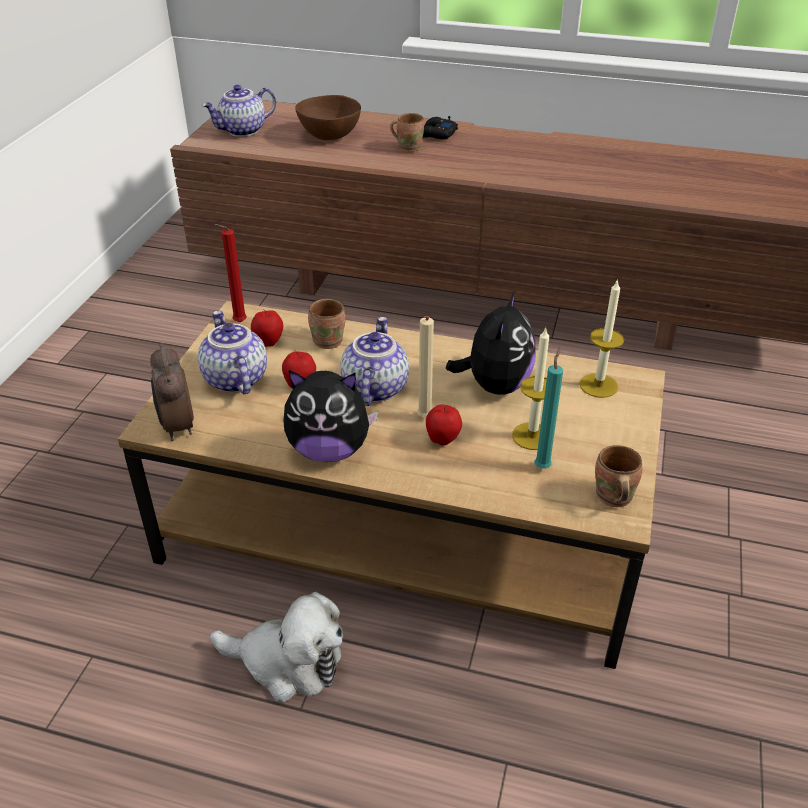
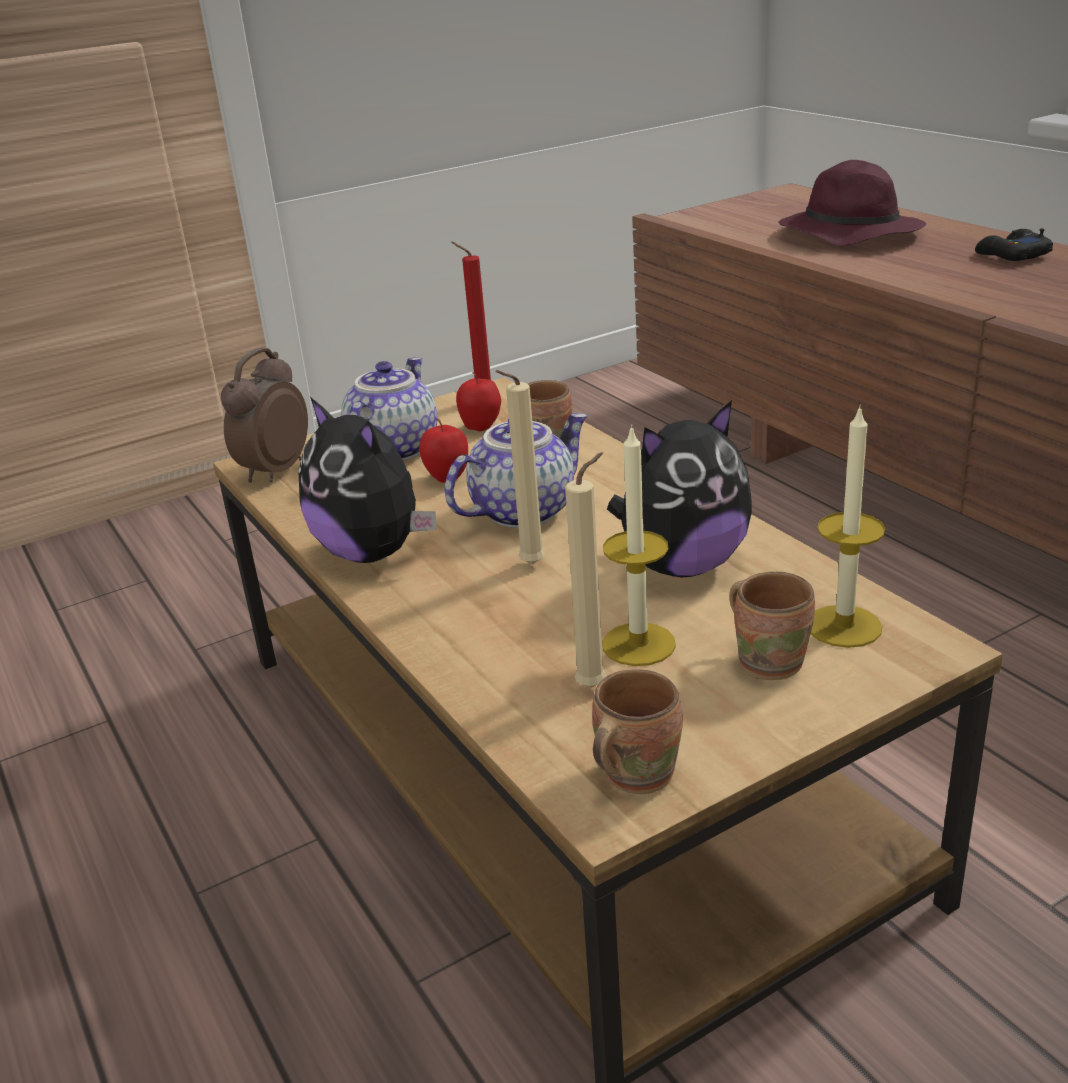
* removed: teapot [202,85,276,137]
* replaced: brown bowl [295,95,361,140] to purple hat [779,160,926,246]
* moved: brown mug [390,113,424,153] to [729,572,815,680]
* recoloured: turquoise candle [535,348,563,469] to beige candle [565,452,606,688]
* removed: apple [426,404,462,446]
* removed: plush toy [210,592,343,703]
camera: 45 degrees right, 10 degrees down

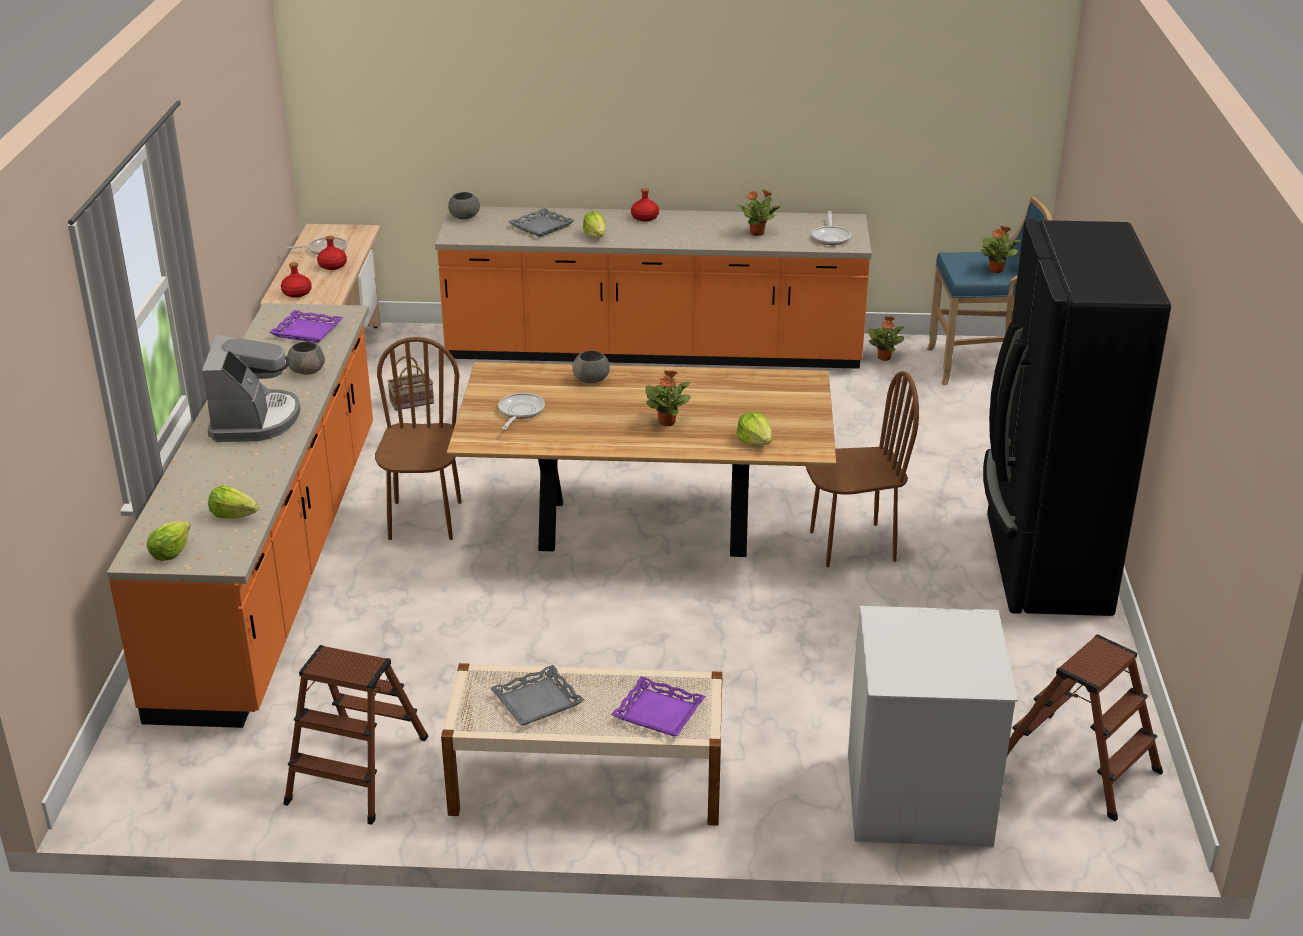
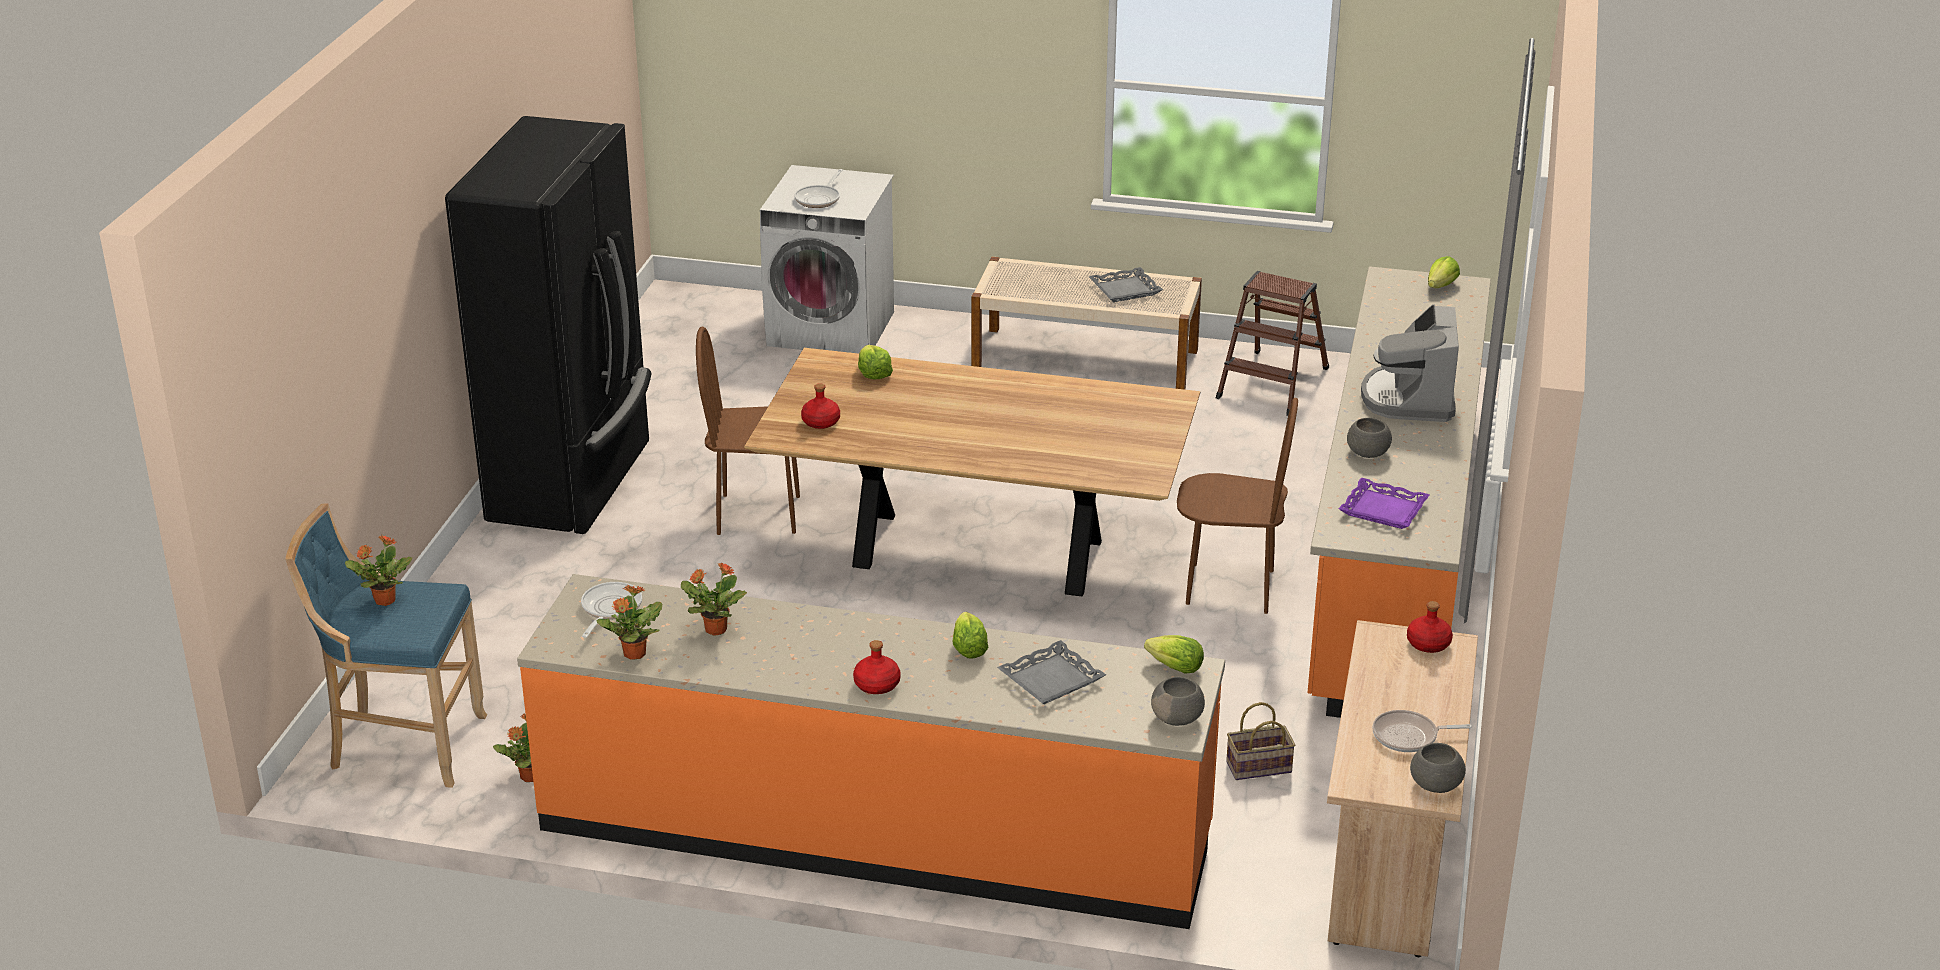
* moved: red bottle [317,236,347,270] to [801,383,840,429]
* turned: brown chair [375,337,462,540] = [1177,398,1298,614] 90 degrees counterclockwise
* moved: grey bowl [572,351,610,383] to [1410,743,1466,793]
* moved: potted plant [645,370,691,426] to [596,584,662,660]
* moved: frying pan [498,393,545,430] to [794,169,843,208]
* moved: lettuce [208,485,259,519] to [1144,635,1204,674]
* removed: brown step ladder [1007,634,1163,821]
* removed: purple tray [611,676,706,736]
camera: 170 degrees left, 0 degrees up

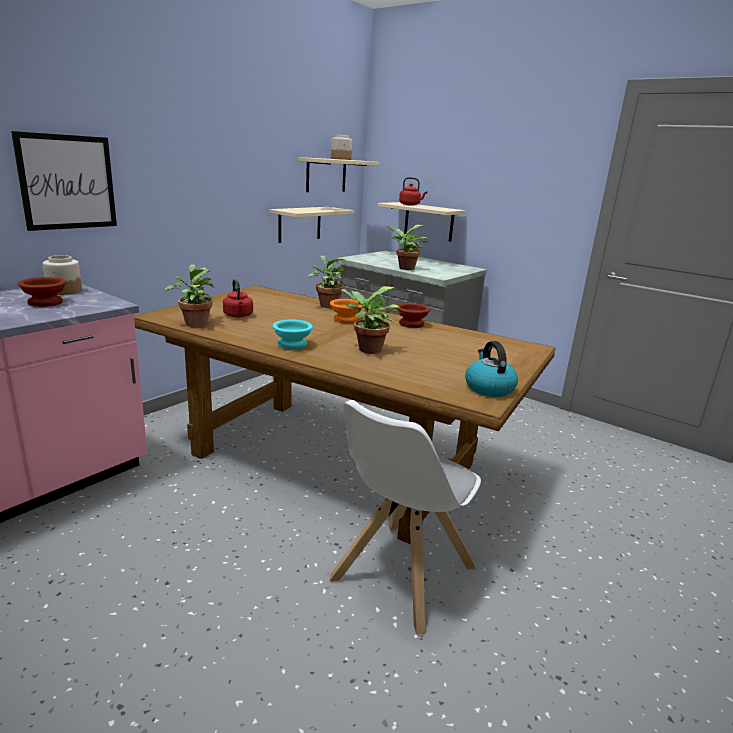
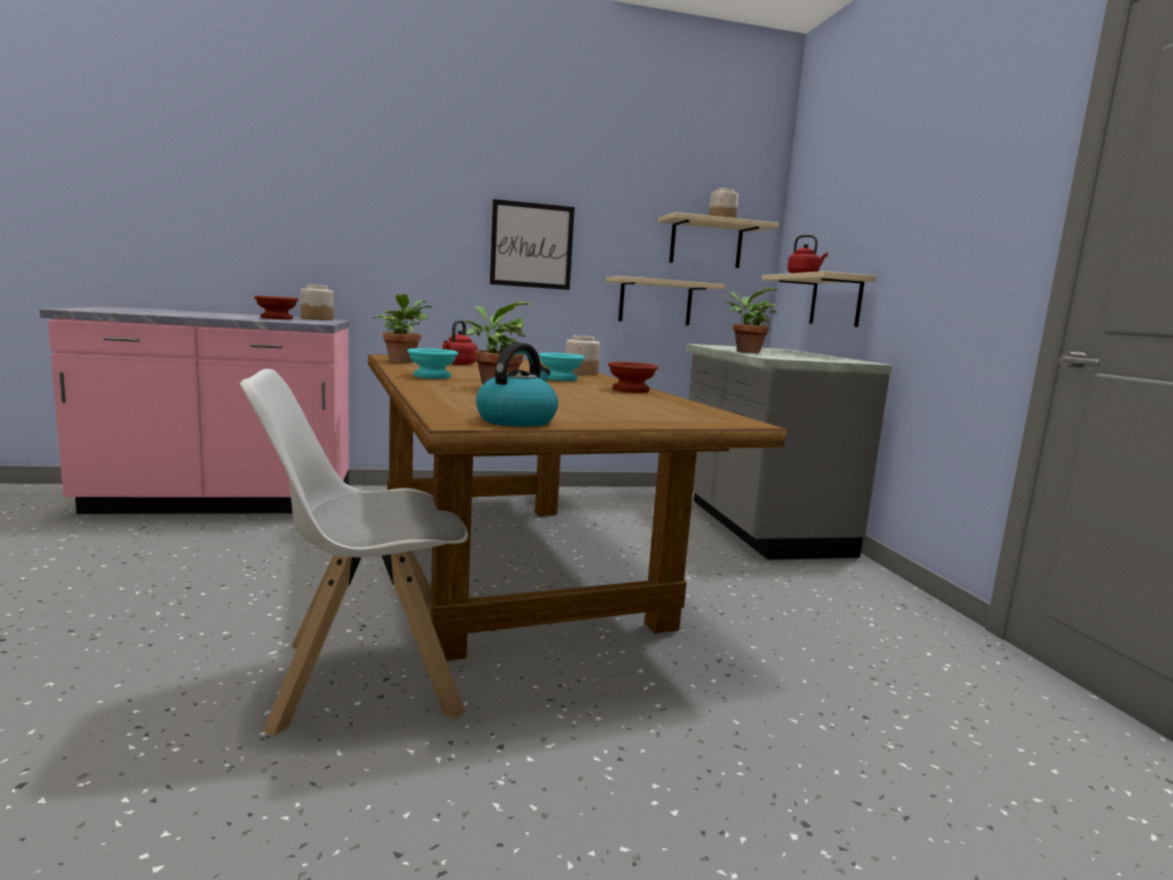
* moved: picture [11,131,117,231] to [490,199,575,290]
* replaced: potted plant [308,255,346,308] to jar [566,335,600,375]
* recoloured: orange bowl [330,299,363,324] to turquoise bowl [539,353,585,381]
camera: 40 degrees right, 10 degrees down

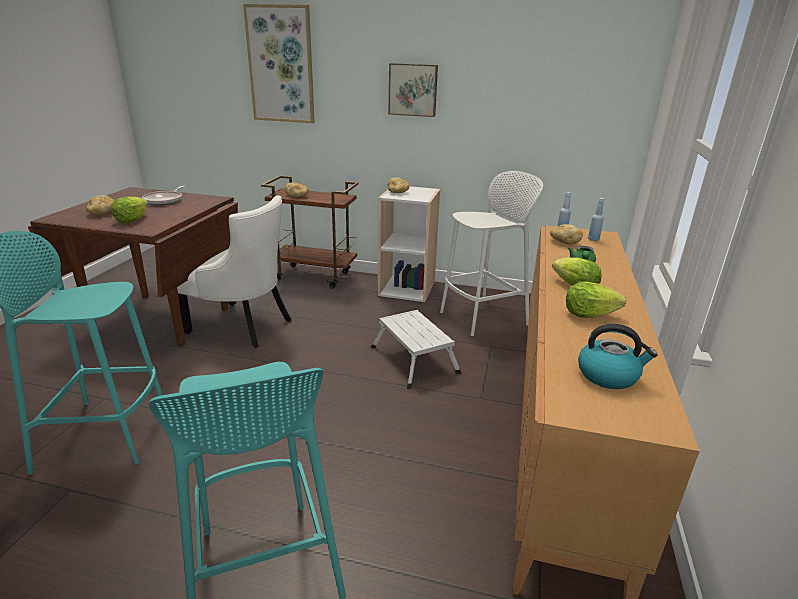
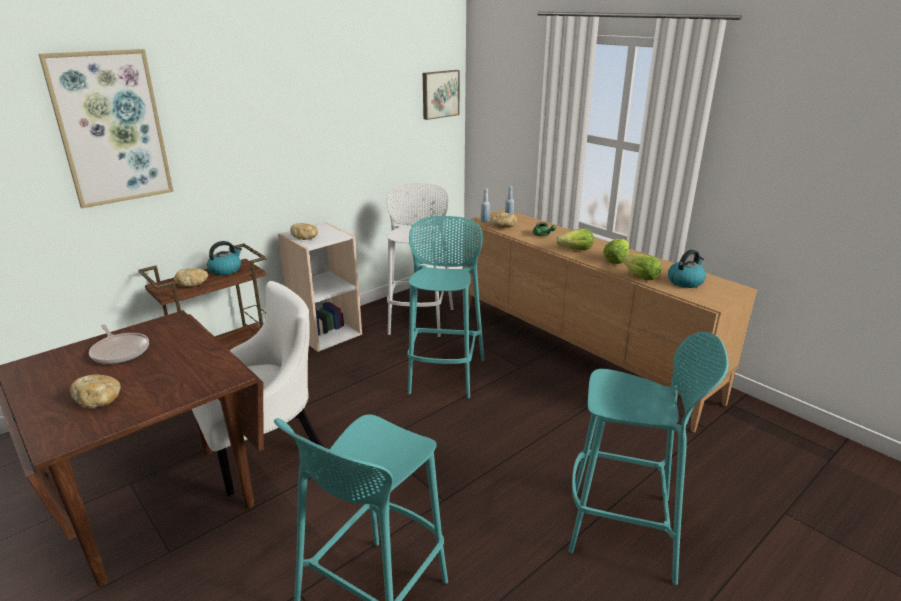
* moved: picture [388,63,438,117] to [423,70,460,120]
* moved: lettuce [111,197,149,223] to [623,254,661,280]
* replaced: white step ladder [370,310,462,389] to turquoise stool [407,216,485,398]
* added: kettle [207,241,242,276]
camera: 55 degrees left, 0 degrees up

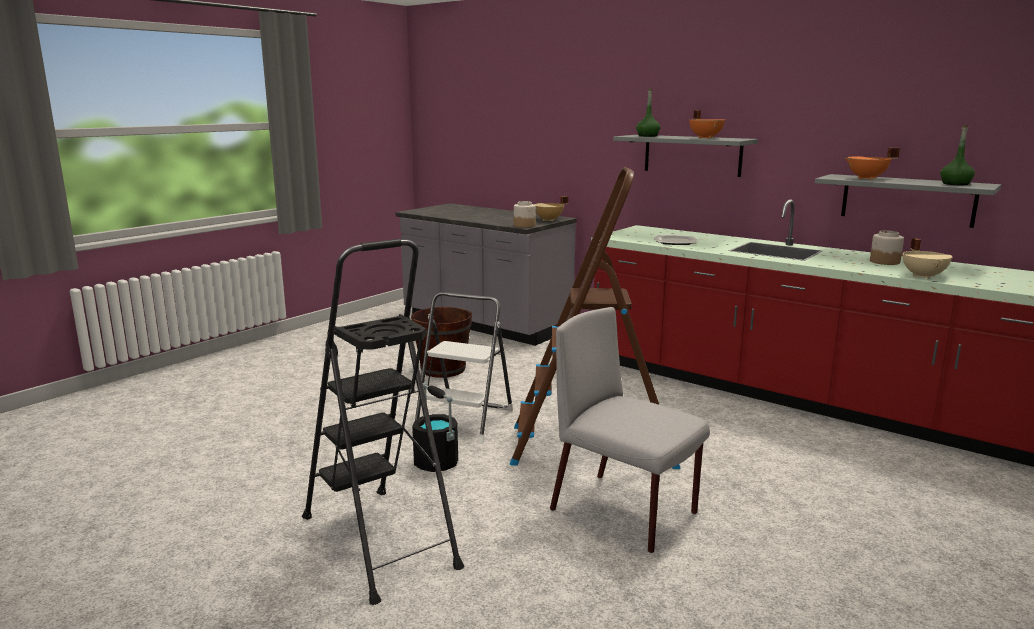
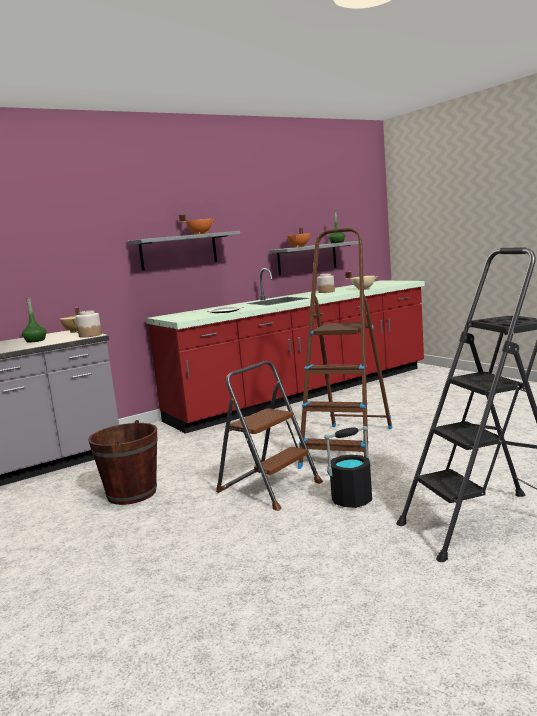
* moved: green bottle [636,89,660,137] to [22,297,46,343]
* recoloured: white step ladder [411,292,513,444] to brown step ladder [216,361,323,511]
* removed: grey chair [550,307,710,553]
camera: 70 degrees left, 5 degrees down

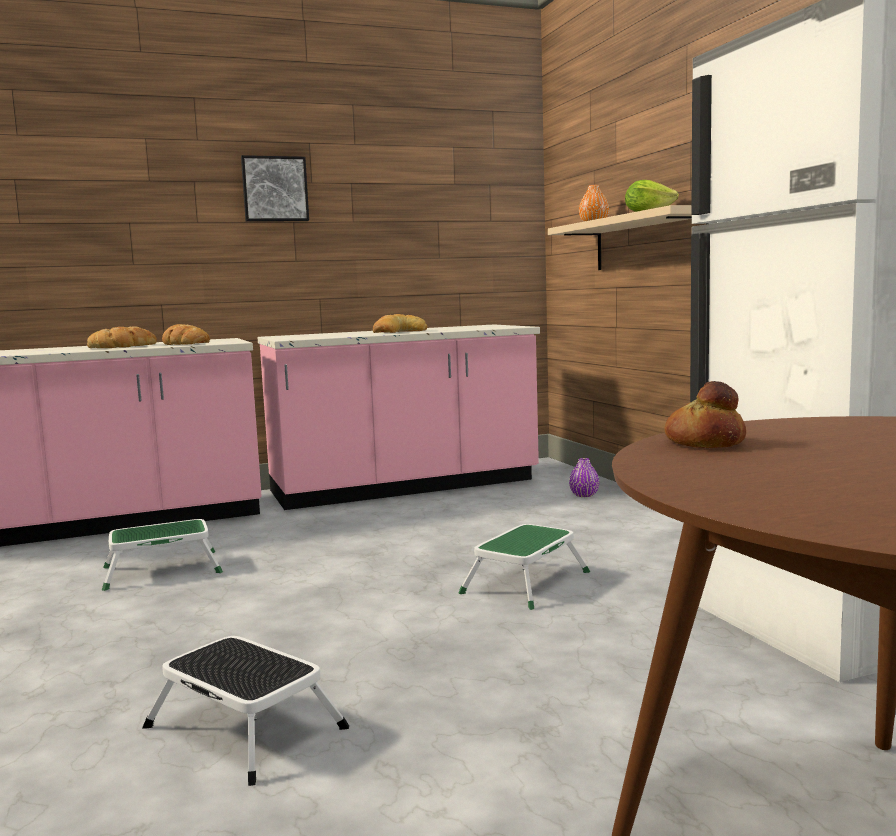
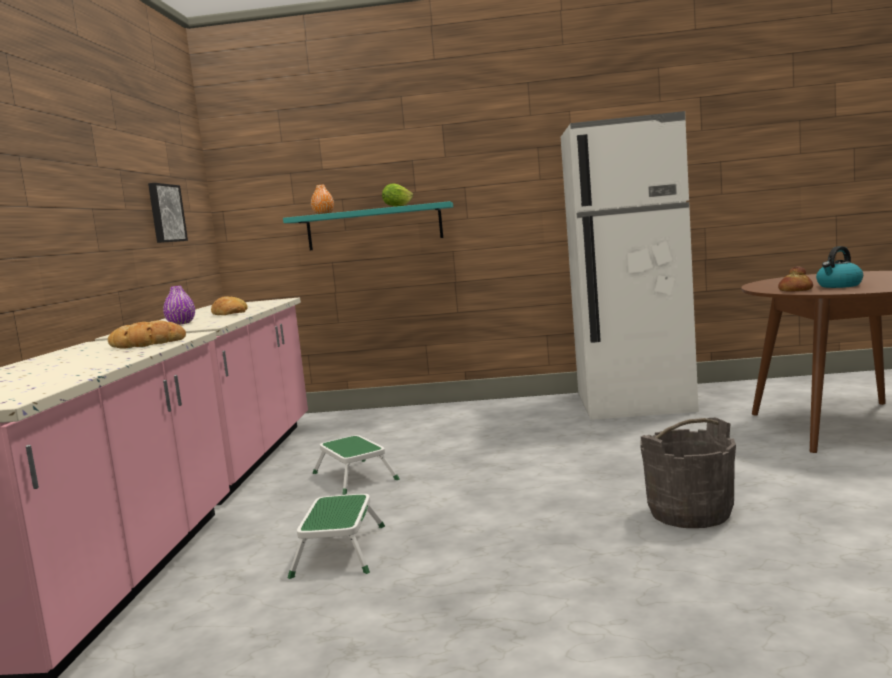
* moved: picture [241,155,309,222] to [148,183,188,243]
* recoloured: beige shelf [548,205,692,270] to turquoise shelf [283,201,453,250]
* removed: bread [87,326,157,348]
* moved: purple vase [569,458,599,497] to [163,286,195,325]
* moved: green step ladder [458,524,590,610] to [312,435,400,495]
* replaced: black step ladder [142,636,349,786] to grey bucket [640,418,736,528]
* added: kettle [816,246,863,288]
camera: 65 degrees left, 0 degrees up

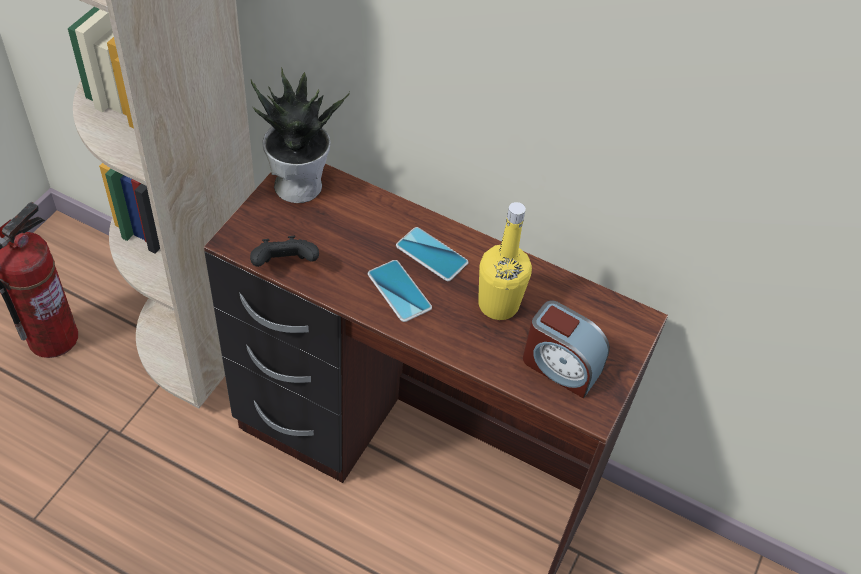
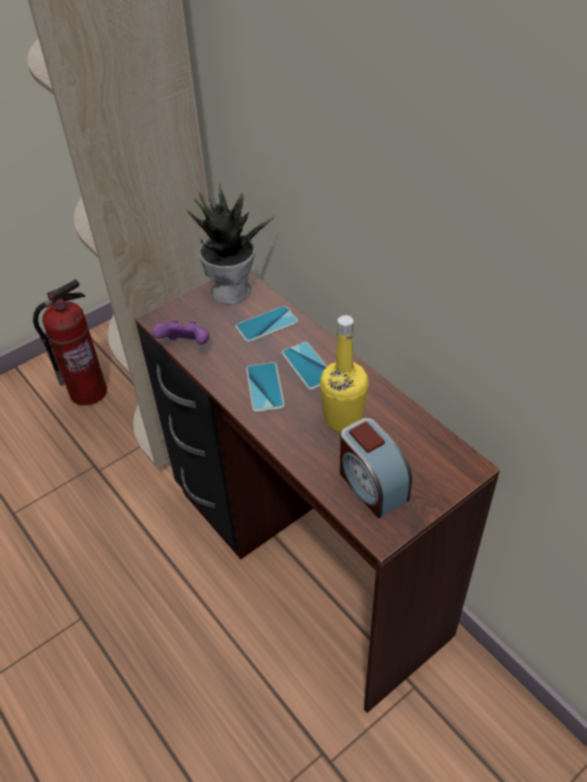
* recoloured: black game controller [250,236,319,267] to purple game controller [152,320,209,345]
* added: phone [235,306,298,342]
camera: 30 degrees right, 5 degrees down

